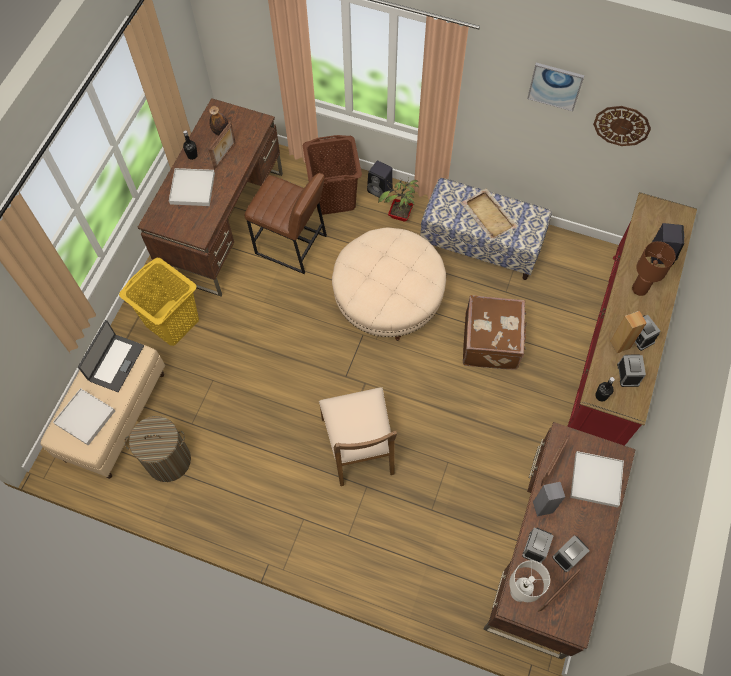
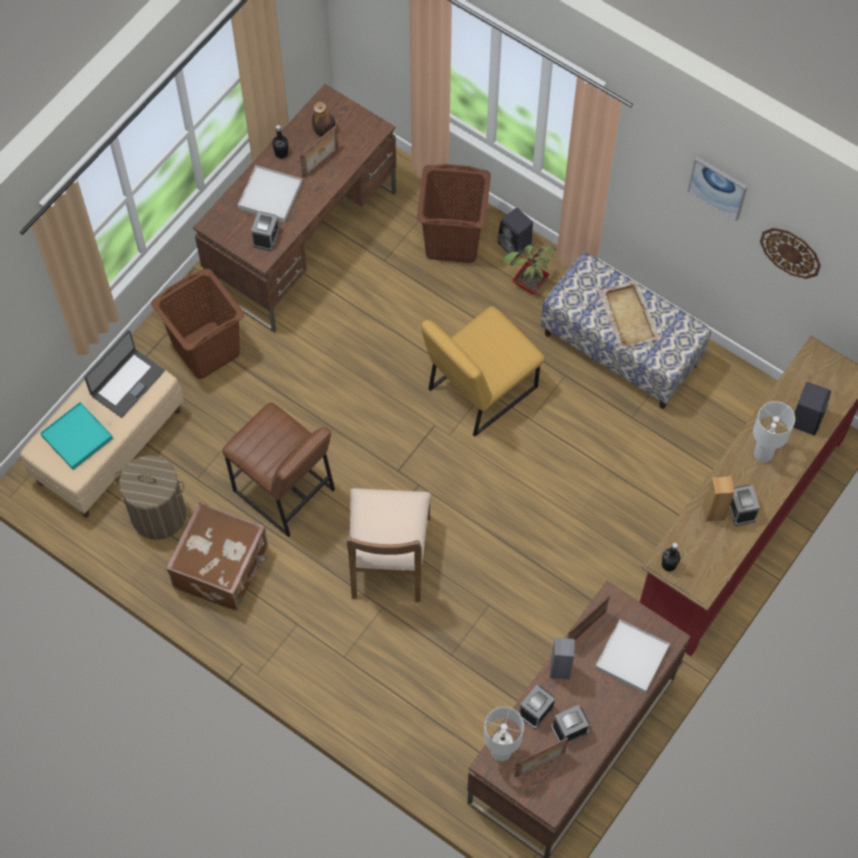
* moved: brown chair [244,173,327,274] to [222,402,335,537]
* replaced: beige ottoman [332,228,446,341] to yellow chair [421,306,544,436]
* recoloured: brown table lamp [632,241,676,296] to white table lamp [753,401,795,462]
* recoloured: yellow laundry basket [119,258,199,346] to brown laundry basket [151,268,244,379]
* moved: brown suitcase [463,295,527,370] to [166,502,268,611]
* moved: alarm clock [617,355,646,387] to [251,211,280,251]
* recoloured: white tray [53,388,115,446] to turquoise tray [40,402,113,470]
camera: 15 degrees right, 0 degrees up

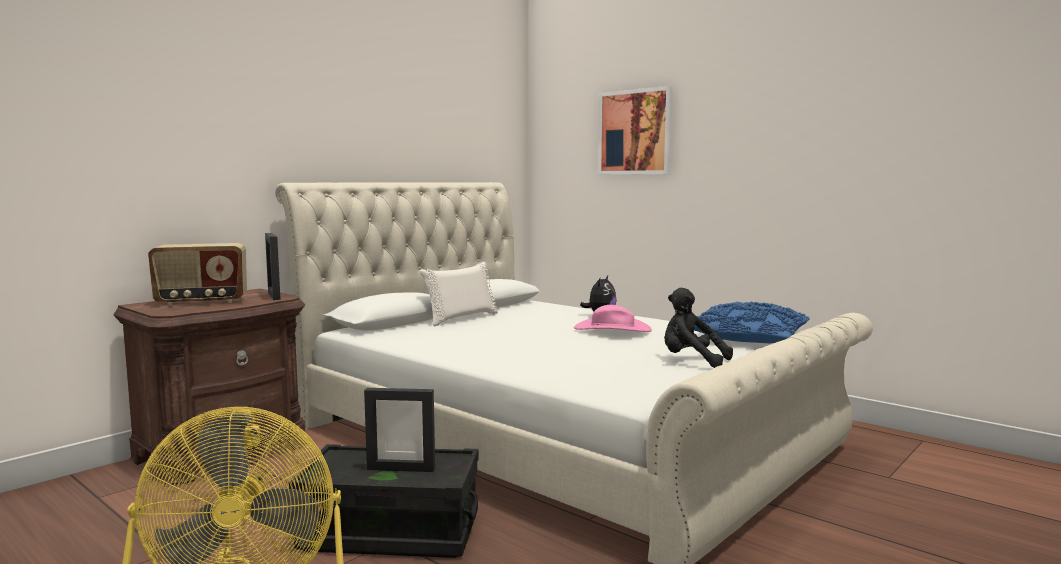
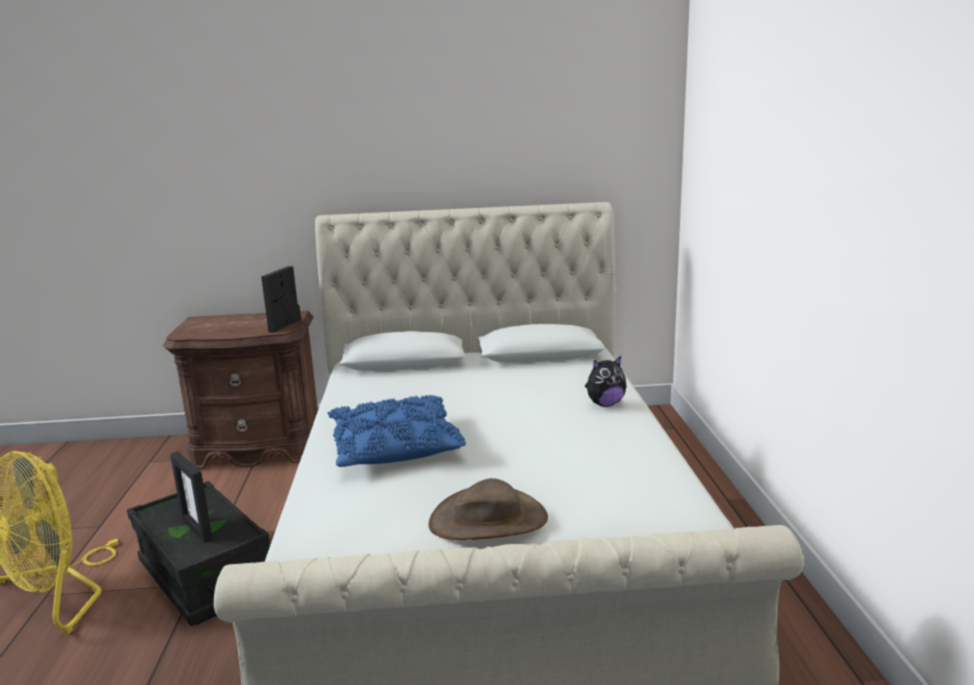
* removed: picture [598,86,673,175]
* removed: radio [148,243,247,306]
* removed: white pillow [419,262,498,326]
* replaced: black plush toy [664,288,733,368] to brown hat [428,478,548,540]
* moved: blue pillow [694,302,809,343] to [327,395,466,467]
* removed: pink hat [574,305,652,332]
camera: 45 degrees right, 10 degrees up

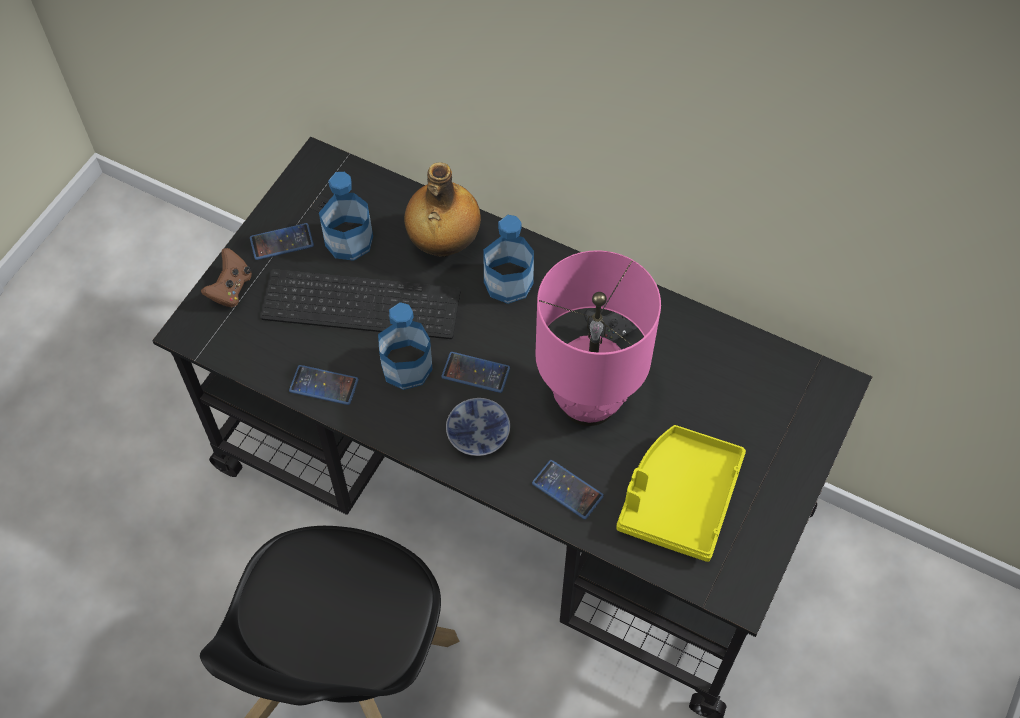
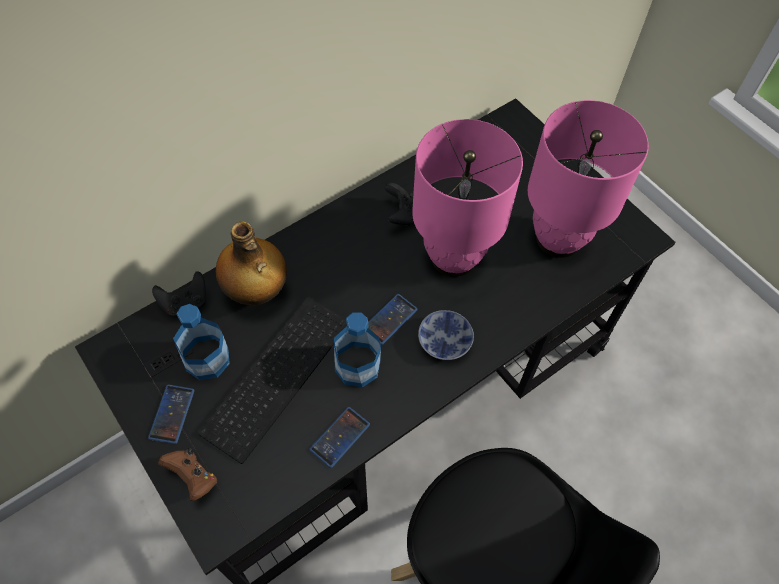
* removed: bottle [484,215,534,304]
* replaced: yellow tray [616,425,746,562] to pink table lamp [528,100,649,258]
* removed: phone [532,460,604,519]
* added: black game controller [152,271,206,317]
camera: 65 degrees left, 0 degrees up

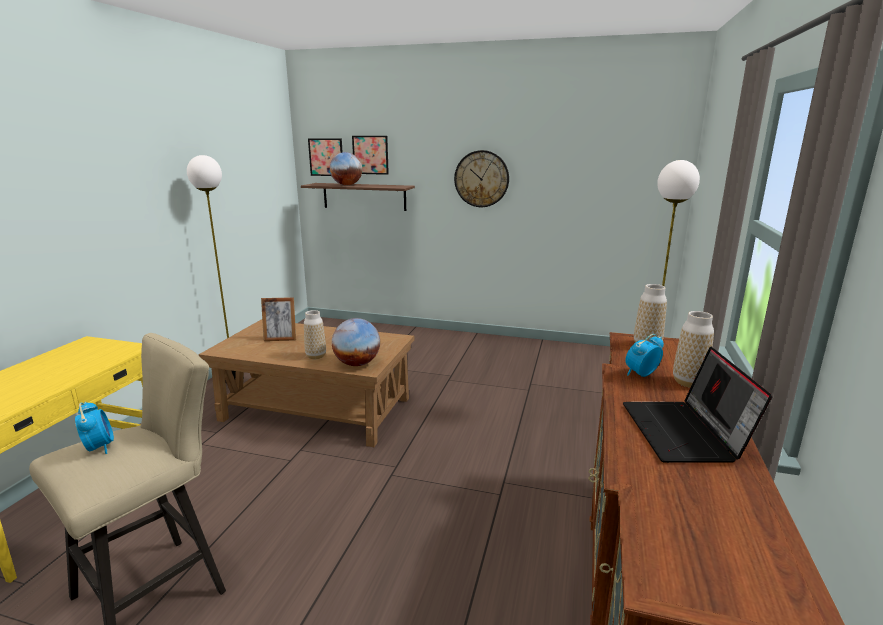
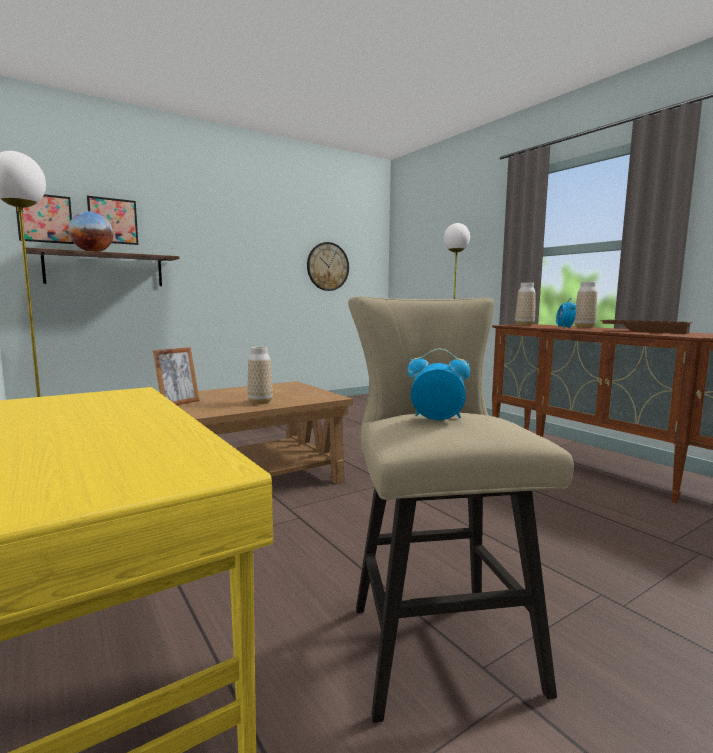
* moved: wall clock [454,150,509,207] to [307,242,349,291]
* removed: globe [332,318,380,366]
* replaced: laptop [623,346,773,463] to brown tray [601,320,693,334]
camera: 50 degrees left, 10 degrees down

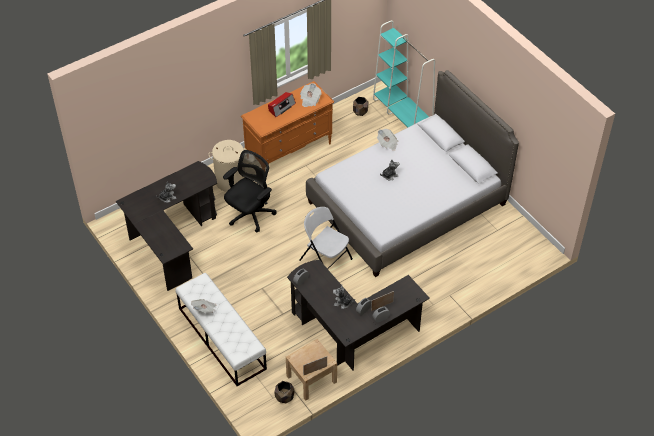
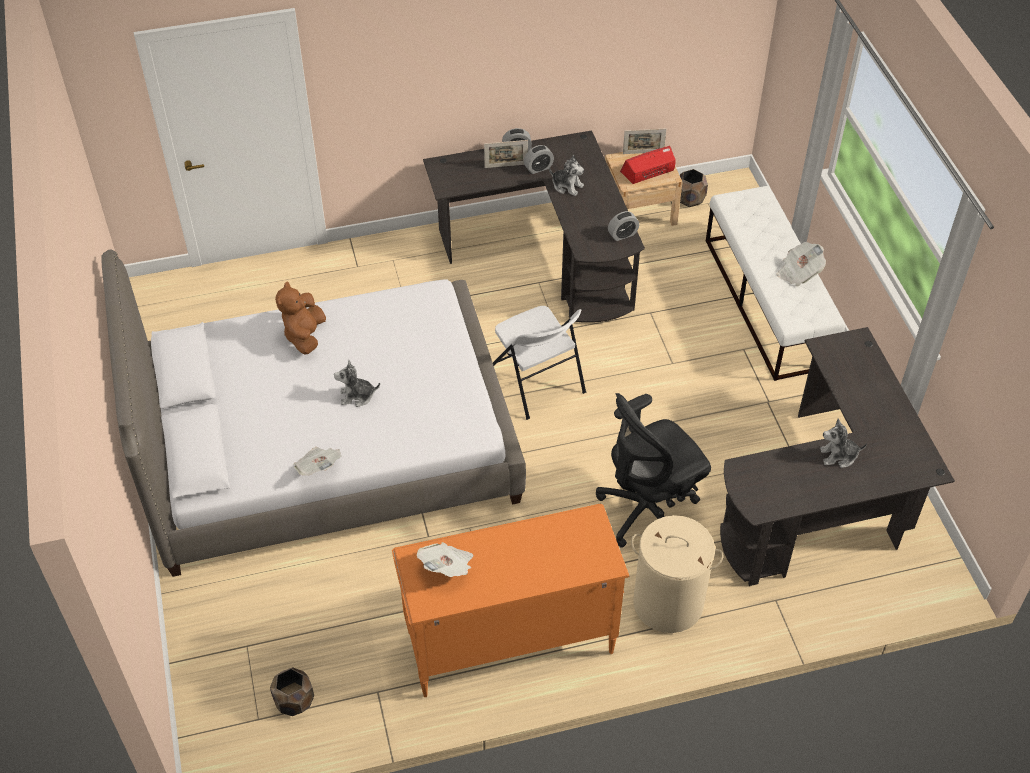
* removed: turquoise clothes rack [373,20,435,128]
* moved: radio [268,92,296,117] to [620,146,676,184]
* added: brown plush toy [275,282,326,354]
camera: 160 degrees left, 0 degrees up

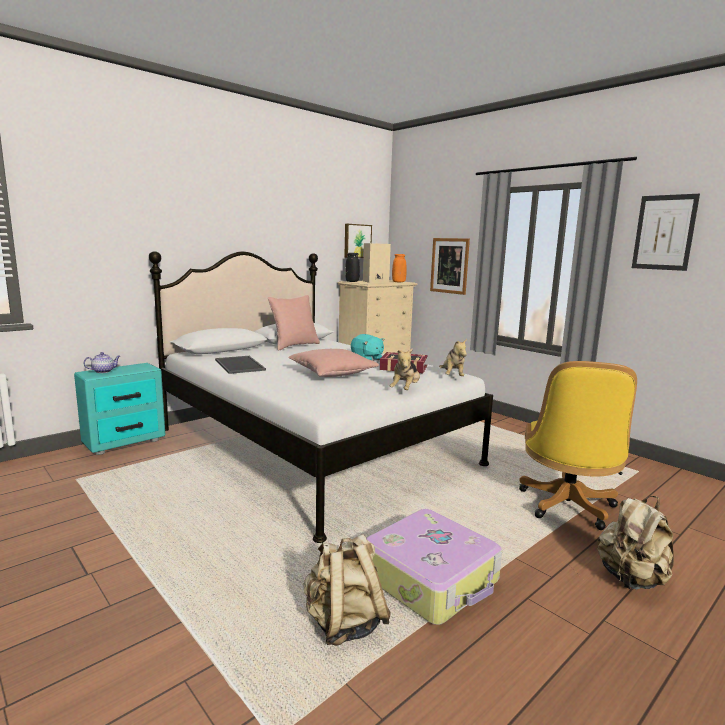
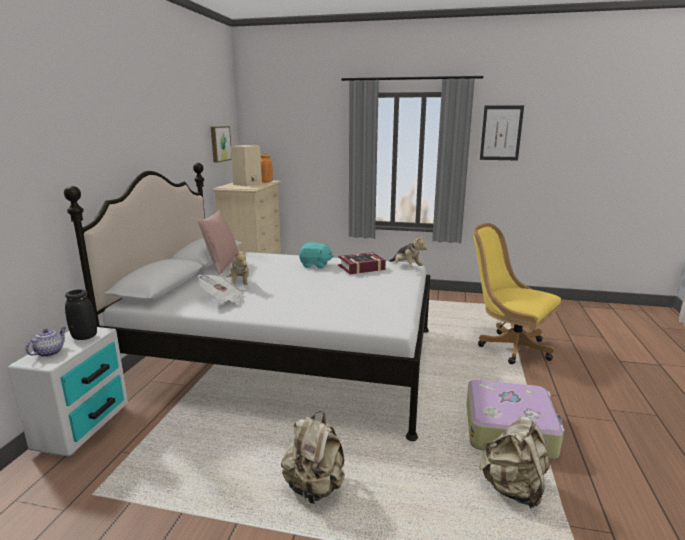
* removed: picture [430,238,470,295]
* moved: black vase [345,253,360,282] to [65,289,97,340]
* moved: plush toy [389,348,420,390] to [226,250,249,285]
* removed: pink pillow [288,349,379,377]
* replaced: tray [215,356,266,374] to newspaper [198,275,245,305]
* turned: yellow office chair [519,361,637,530] = [474,223,561,364] 150 degrees clockwise
* recoloured: turquoise nightstand [74,363,165,455] to white nightstand [8,327,128,456]
* moved: beige backpack [598,496,674,589] to [281,411,345,504]
camera: 35 degrees left, 5 degrees up

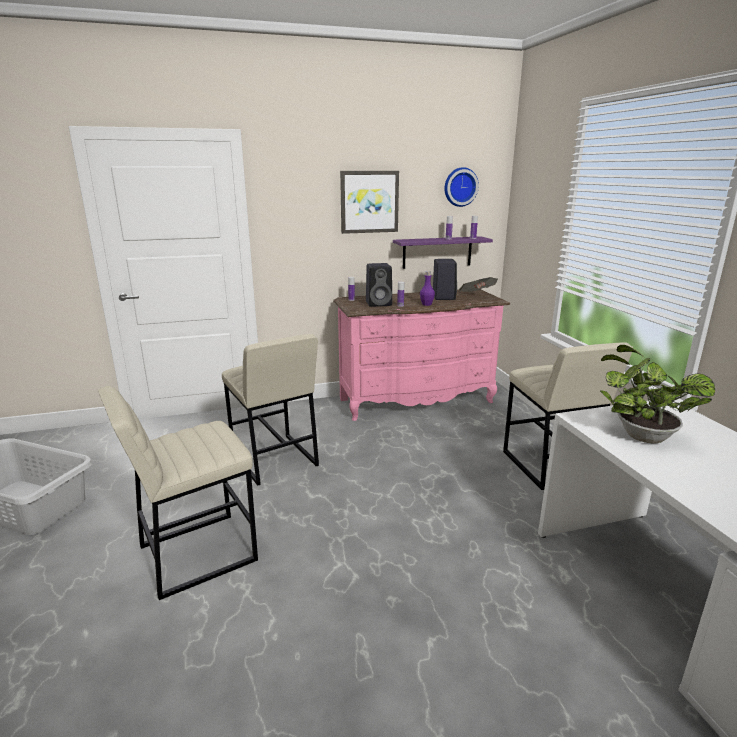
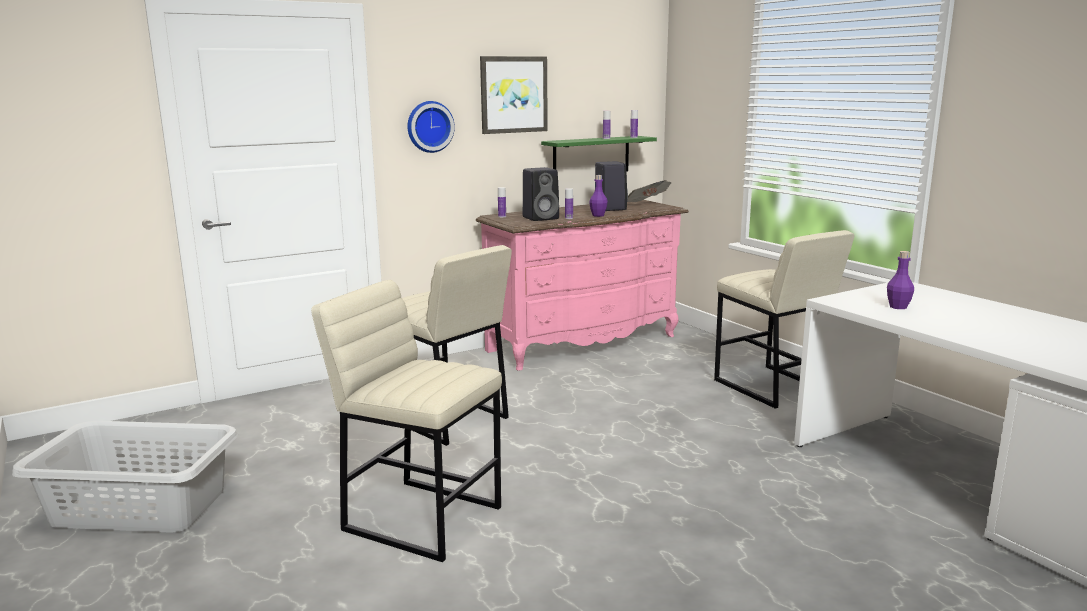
* moved: wall clock [444,167,479,207] to [407,101,455,153]
* recoloured: purple shelf [393,236,493,269] to green shelf [541,136,657,171]
* replaced: potted plant [600,345,715,443] to purple bottle [887,251,914,309]
* turned: beige chair [98,386,258,600] = [311,280,502,562] 75 degrees clockwise
camera: 15 degrees left, 5 degrees down

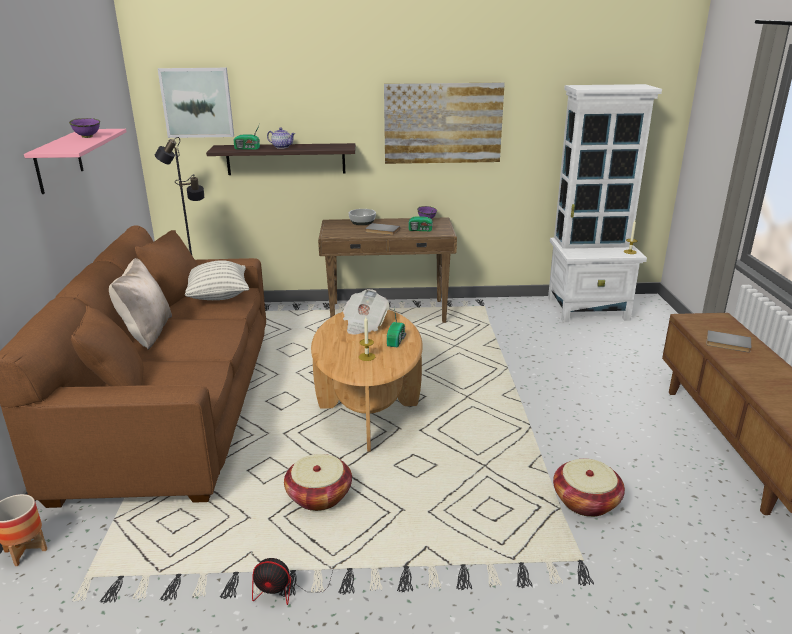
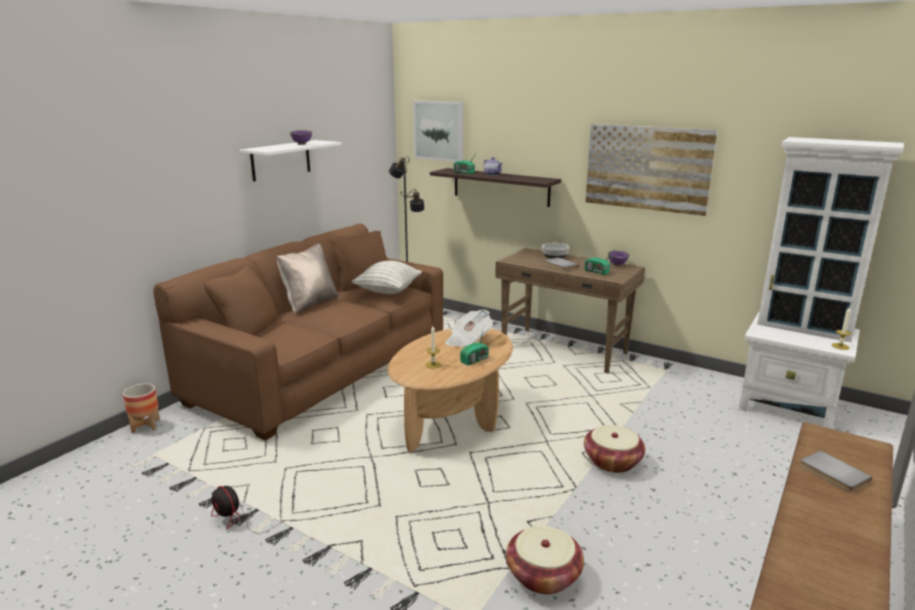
* recoloured: pink shelf [24,129,126,194] to white shelf [240,140,342,181]
* moved: basket [284,454,352,511] to [584,425,645,473]
camera: 35 degrees right, 5 degrees down

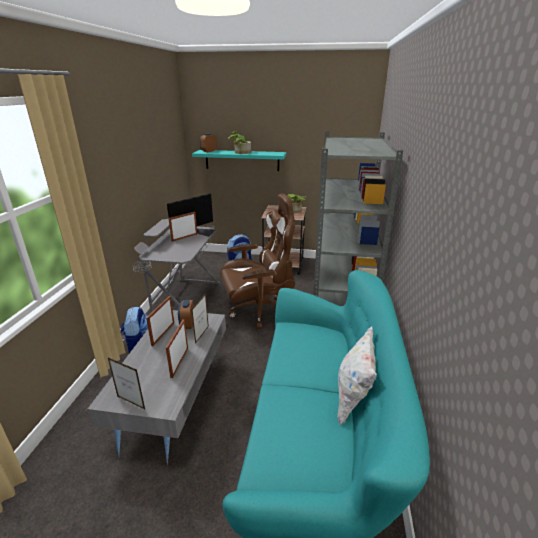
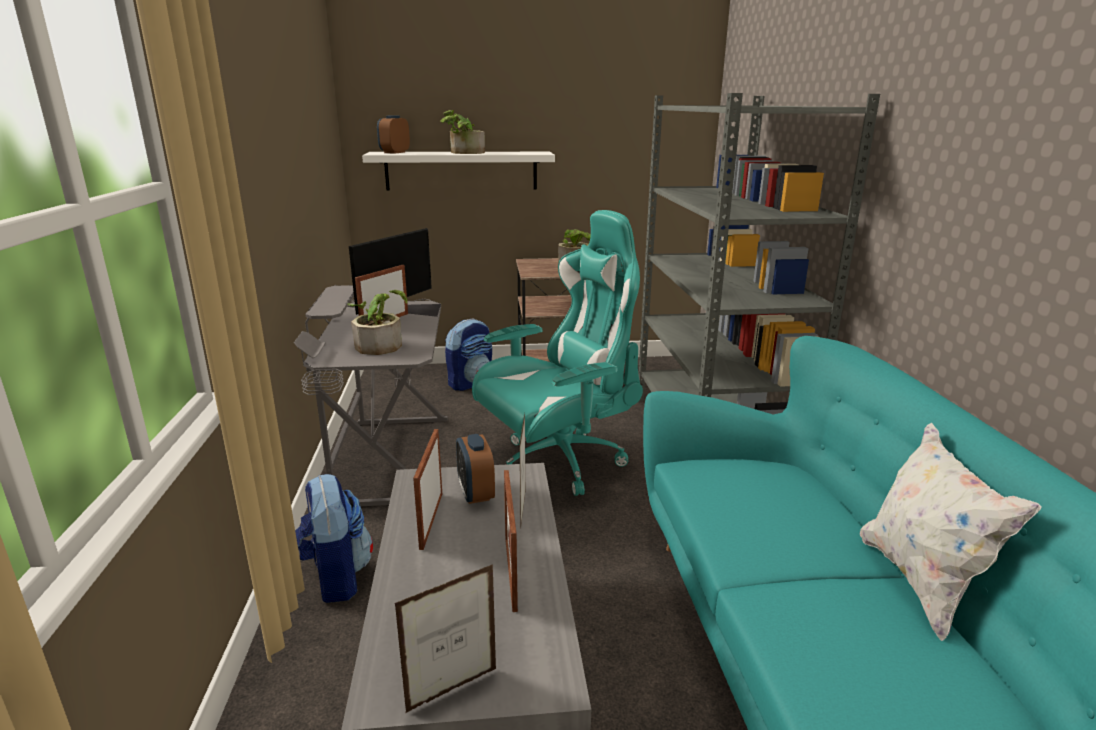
* recoloured: turquoise shelf [192,150,286,171] to white shelf [362,152,555,191]
* recoloured: brown office chair [221,194,295,329] to turquoise office chair [472,210,643,496]
* turned: picture frame [108,358,145,409] = [394,564,496,713] 135 degrees clockwise
* added: potted plant [347,290,408,355]
camera: 15 degrees left, 5 degrees down

